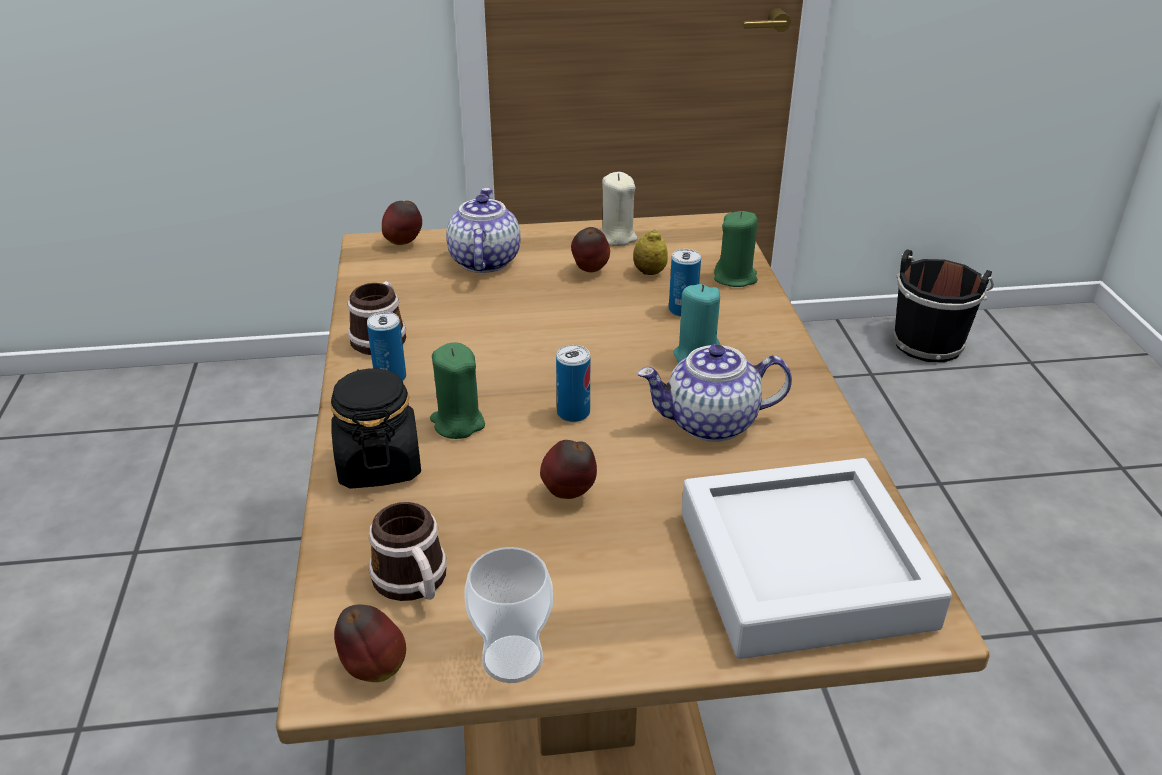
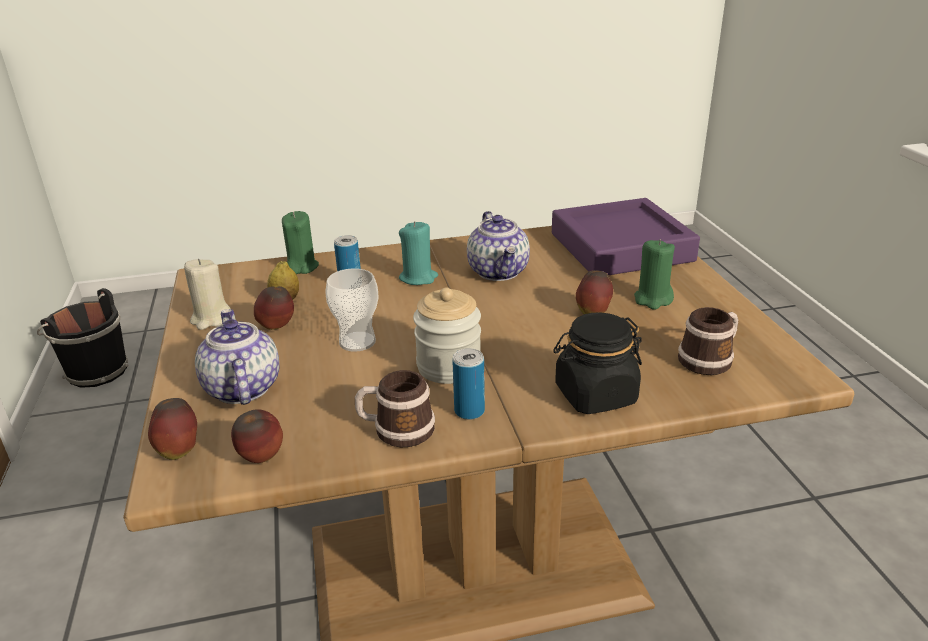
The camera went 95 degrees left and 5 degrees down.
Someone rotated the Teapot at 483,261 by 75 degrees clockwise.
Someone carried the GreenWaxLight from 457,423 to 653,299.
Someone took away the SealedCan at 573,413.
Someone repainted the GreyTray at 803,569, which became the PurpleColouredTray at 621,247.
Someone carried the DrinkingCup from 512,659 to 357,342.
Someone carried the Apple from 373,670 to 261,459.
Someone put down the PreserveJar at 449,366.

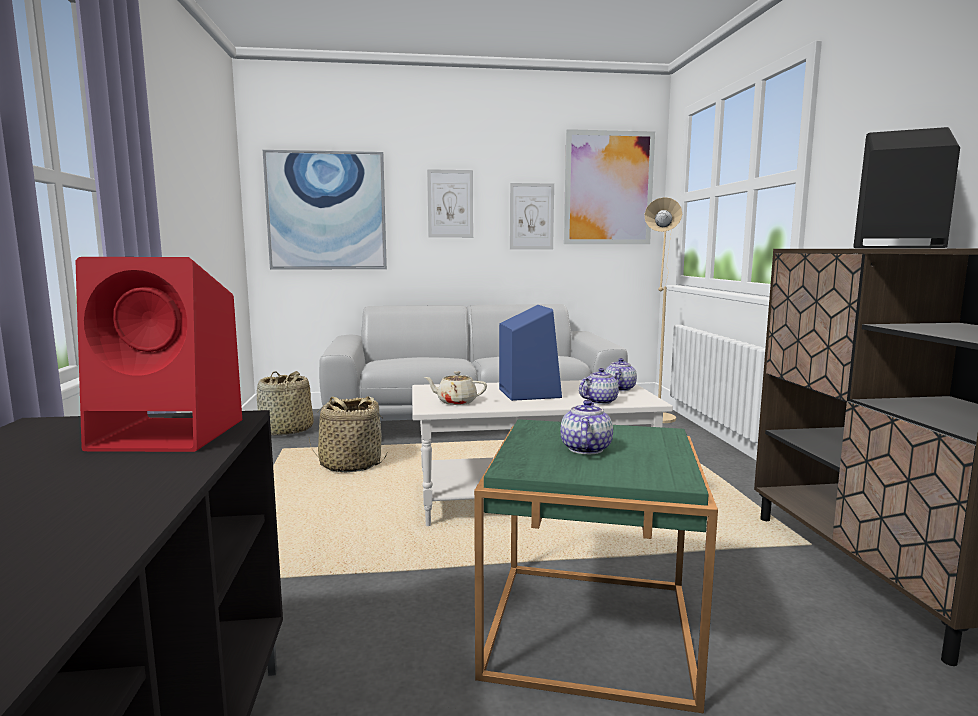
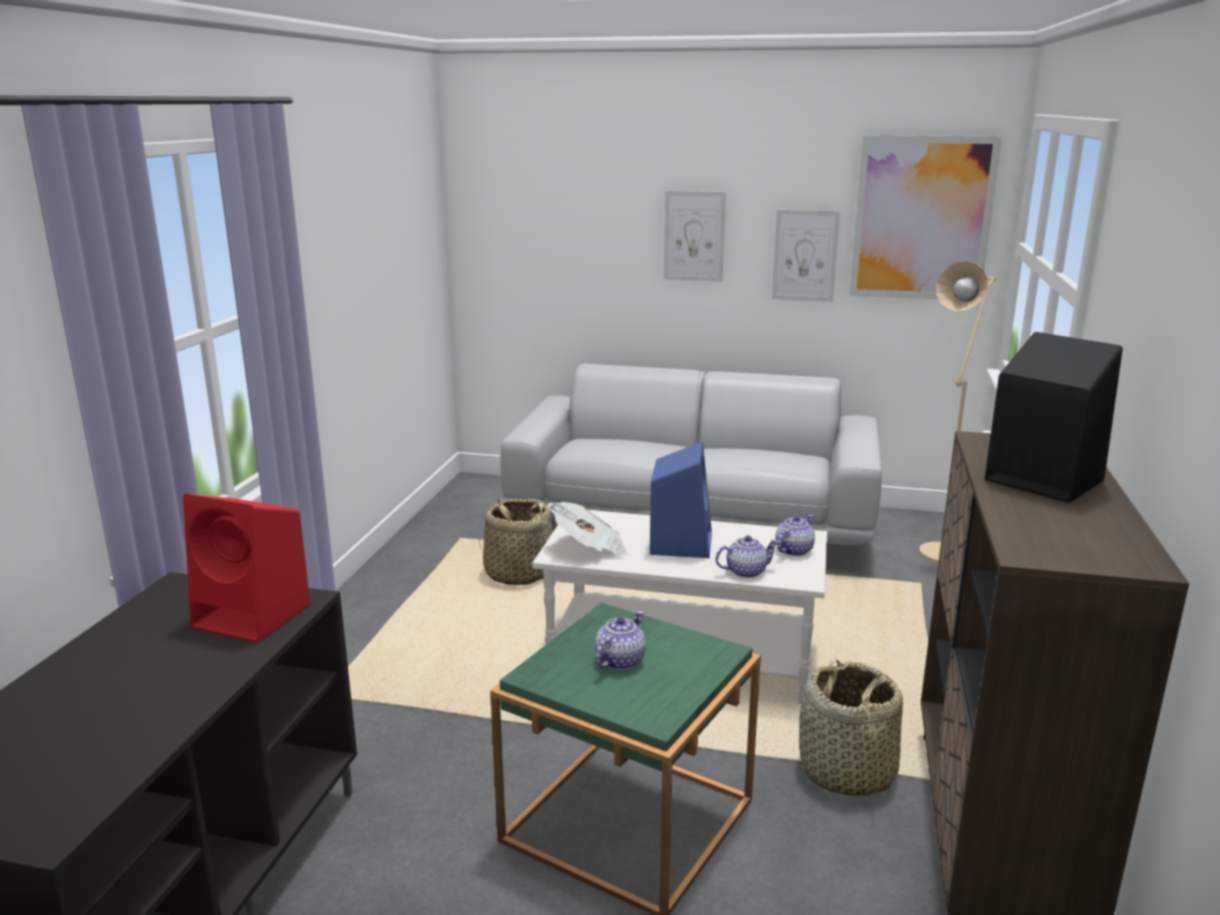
The camera went 20 degrees right and 10 degrees up.
Someone took away the WallPicture at 326,211.
Someone carried the HouseholdBasket from 286,431 to 846,772.
Someone swapped the BeigeColouredTeapot at 456,402 for the Newspaper at 589,548.

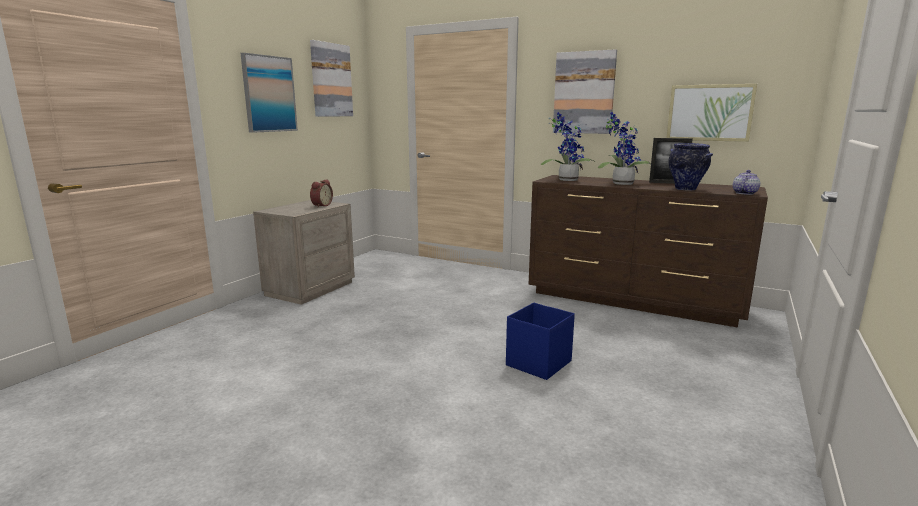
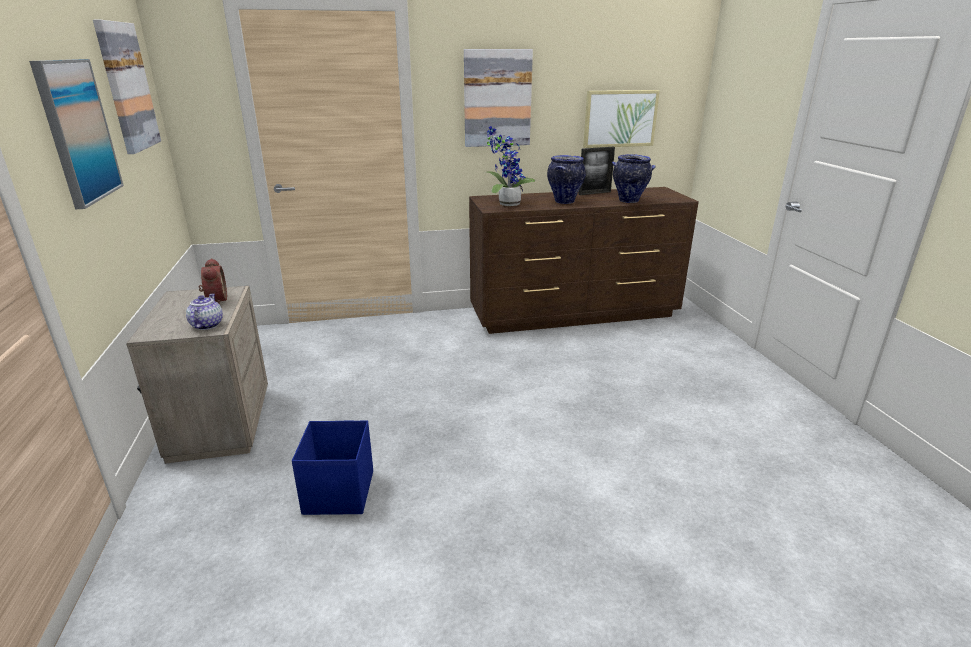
The camera went 40 degrees left and 10 degrees up.
Someone swapped the PottedPlant at 620,183 for the DecorativeVase at 564,201.
Someone carried the Teapot from 744,193 to 207,325.
Someone carried the BlueStorageContainer from 537,363 to 338,493.

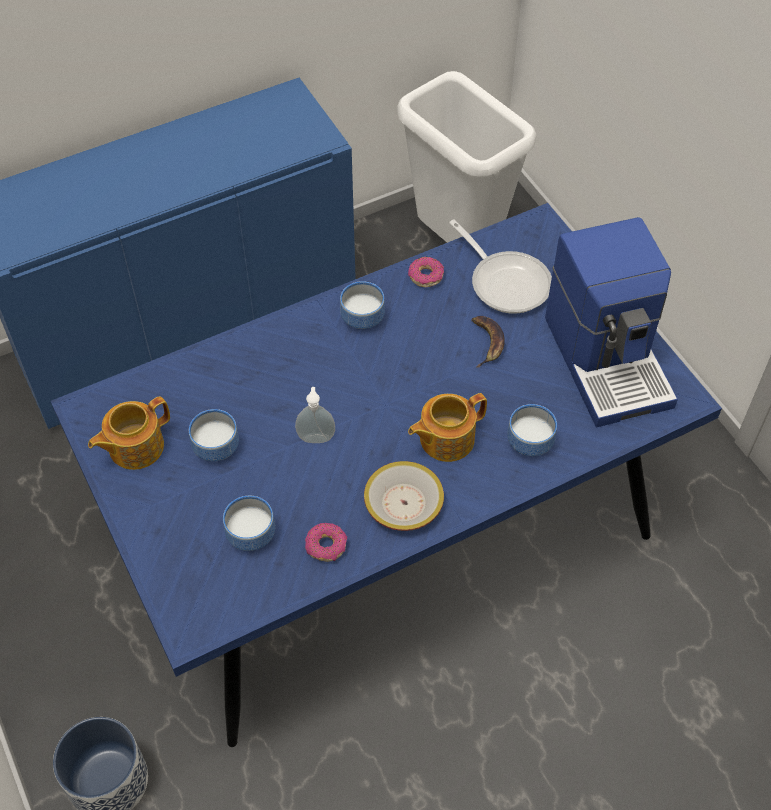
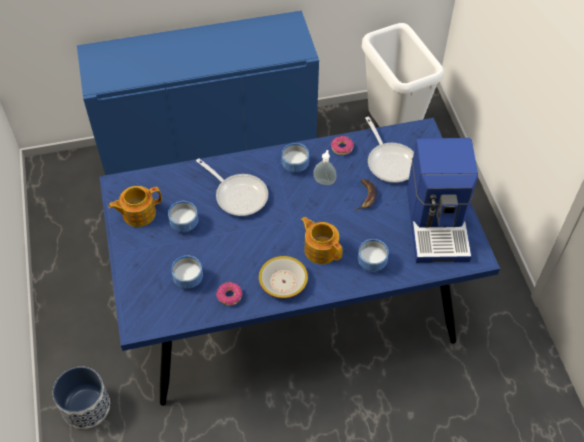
The camera went 15 degrees right and 0 degrees up.
Someone carried the LiquidSoapBottle from 316,437 to 324,181.
Someone rotated the Teapot at 445,439 by 60 degrees clockwise.
Someone put down the Skillet at 238,194.

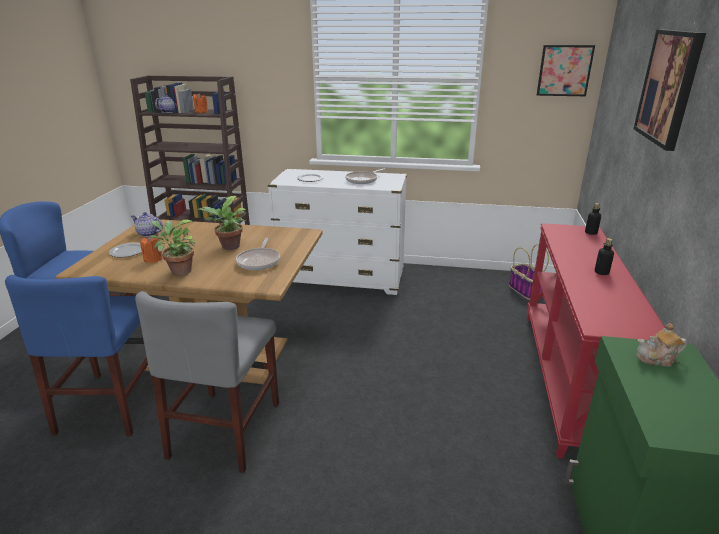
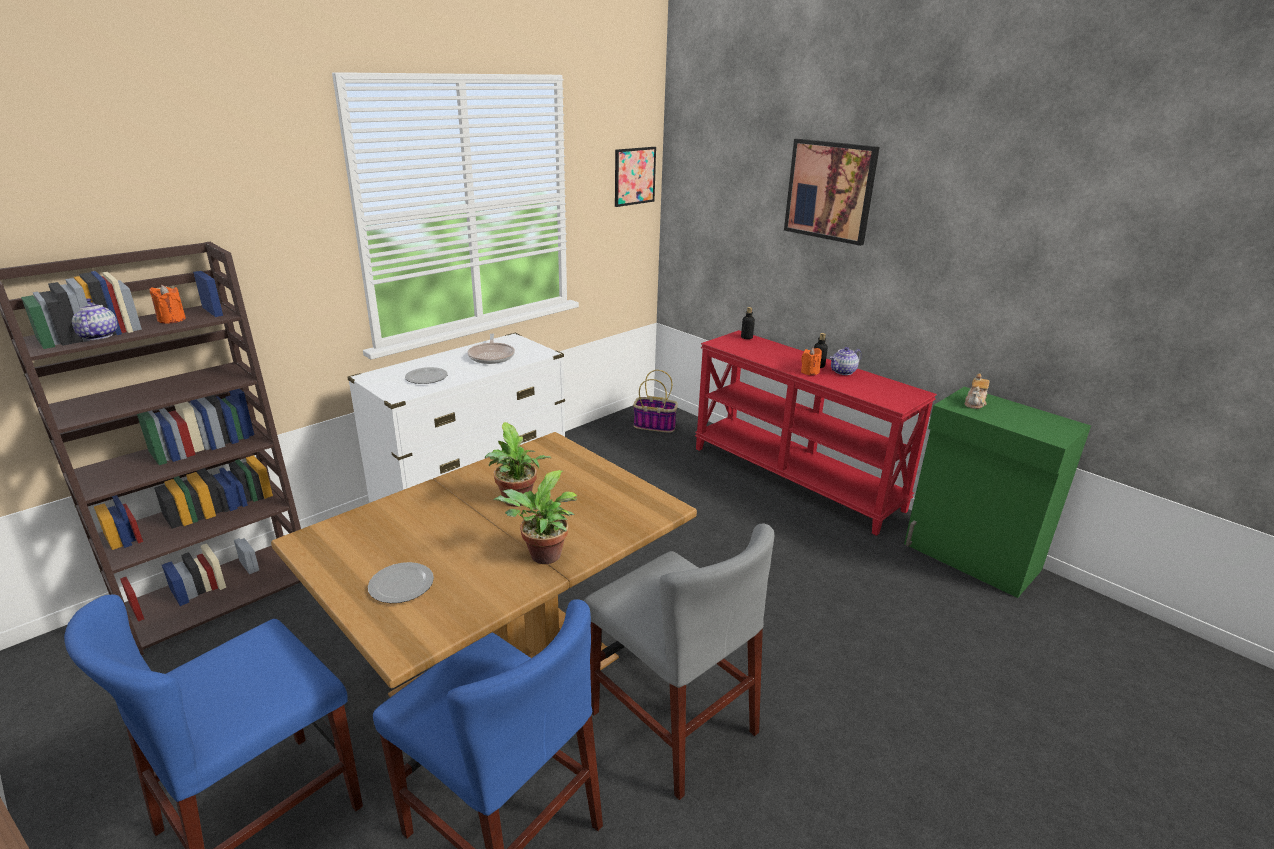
The camera went 55 degrees left and 0 degrees up.
Someone carried the Teapot from 148,234 to 843,372.
Someone carried the OrangeColouredWaxLight from 153,259 to 809,372.
Someone took away the Skillet at 259,261.

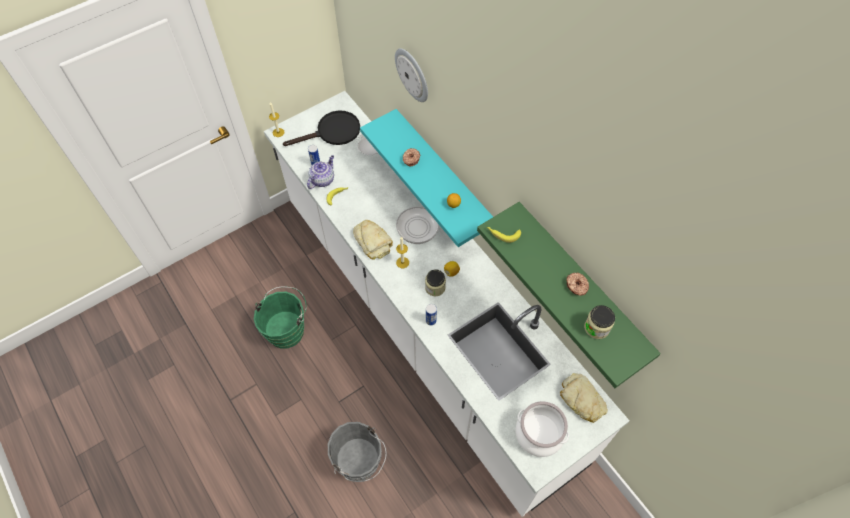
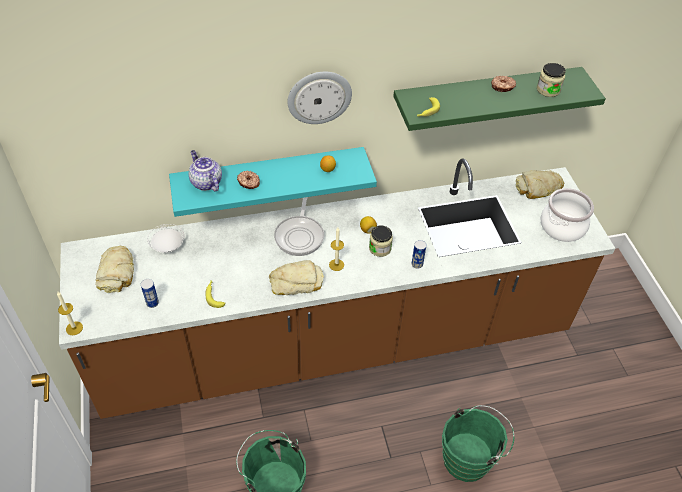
The camera went 70 degrees left and 10 degrees down.
Someone carried the ClockOnTheWall from 413,74 to 319,97.
Someone repainted the WhiteColouredKitchenBaseUnit at 425,326, which became the BrownKitchenBaseUnit at 336,343.
Someone swapped the BlackSkillet at 332,132 for the Bread at 117,273.
Someone carried the Teapot from 322,179 to 206,182.
Someone repainted the GreyBucket at 360,464, which became the GreenBucket at 470,458.

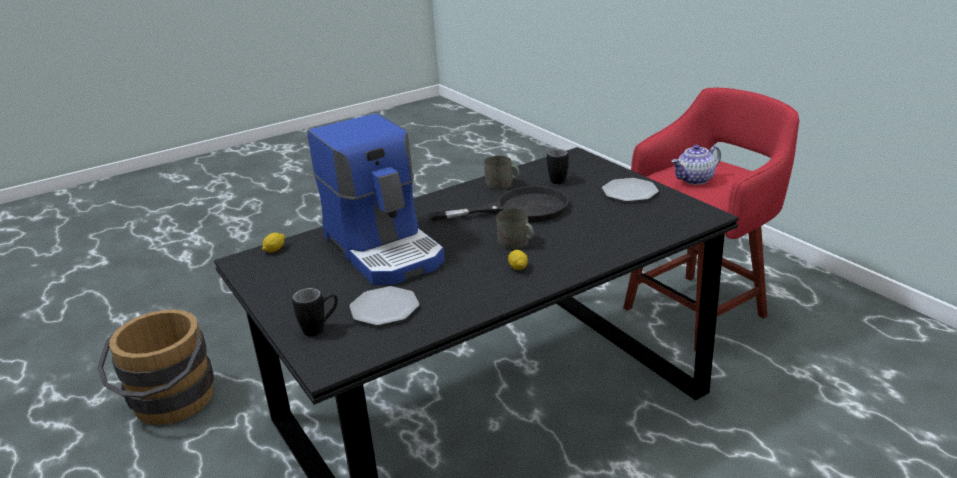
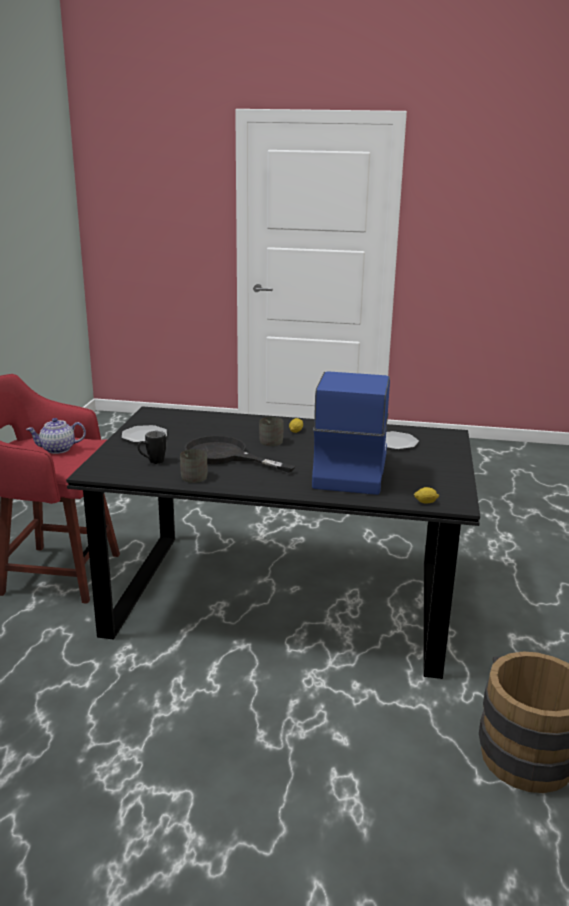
The camera went 140 degrees left and 5 degrees down.
Someone rotated the Teapot at 695,180 by 150 degrees clockwise.
Someone took away the BlackMug at 320,328.

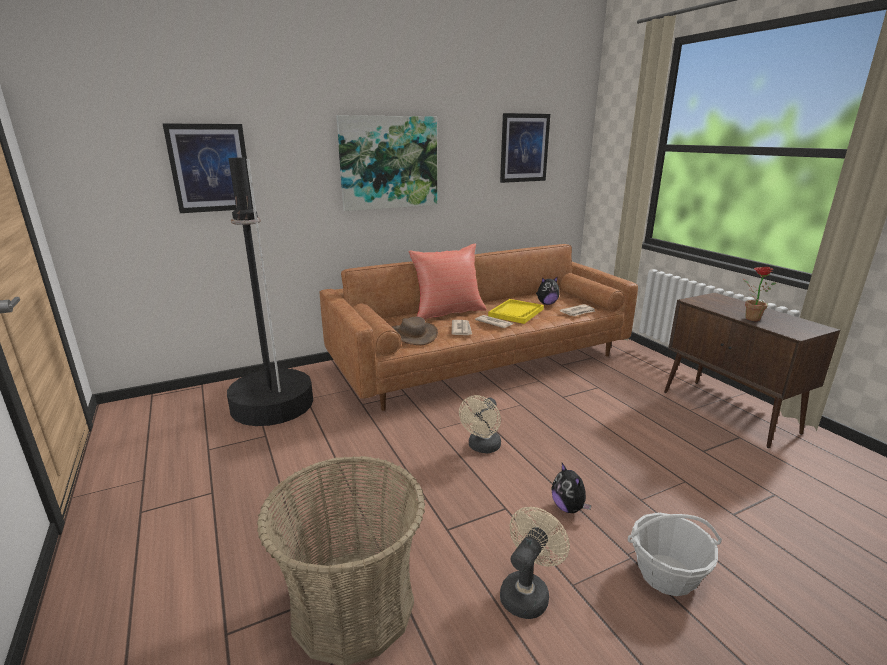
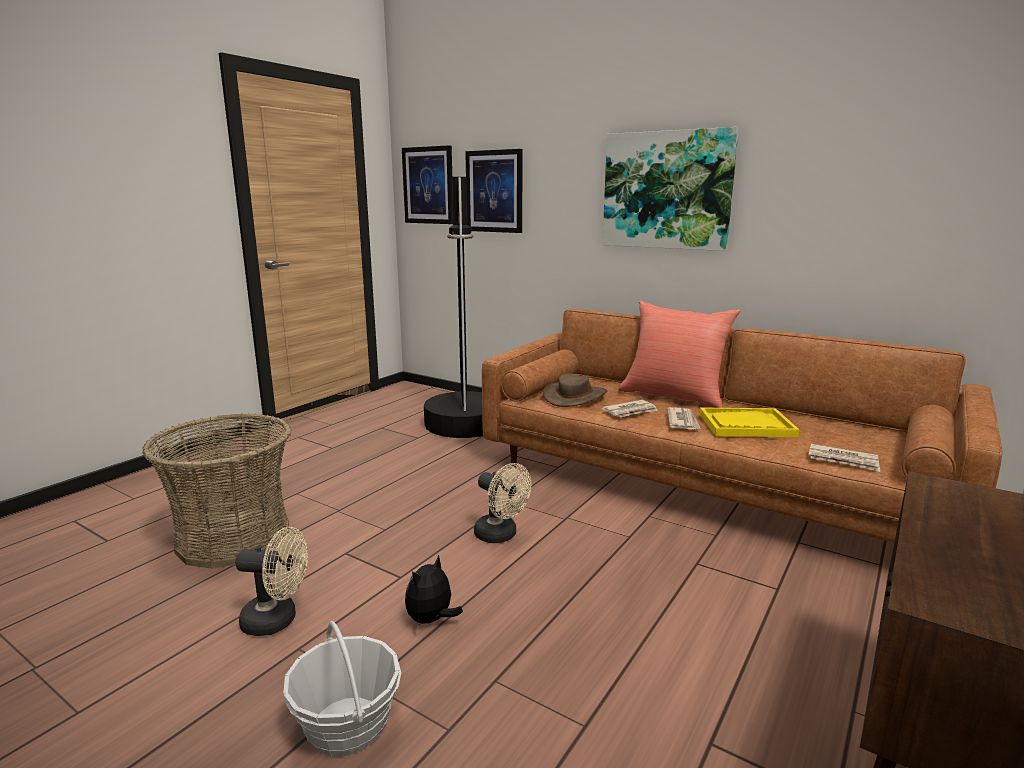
The camera went 60 degrees right and 5 degrees down.
Someone carried the WallPicture from 524,148 to 428,185.
Someone took away the PottedPlant at 749,318.
Someone took away the CuddlyToy at 546,303.
Someone rotated the BeigeColouredFan at 482,447 by 135 degrees counterclockwise.

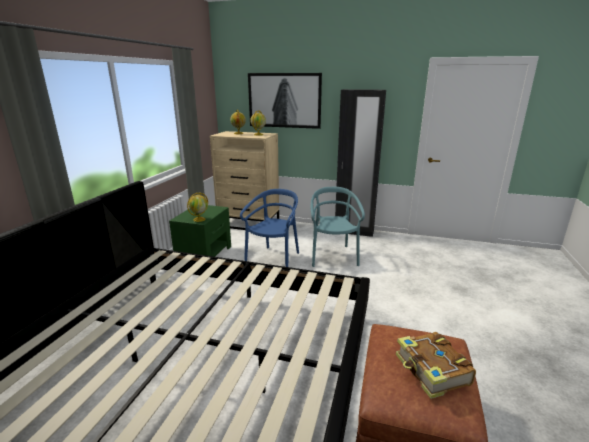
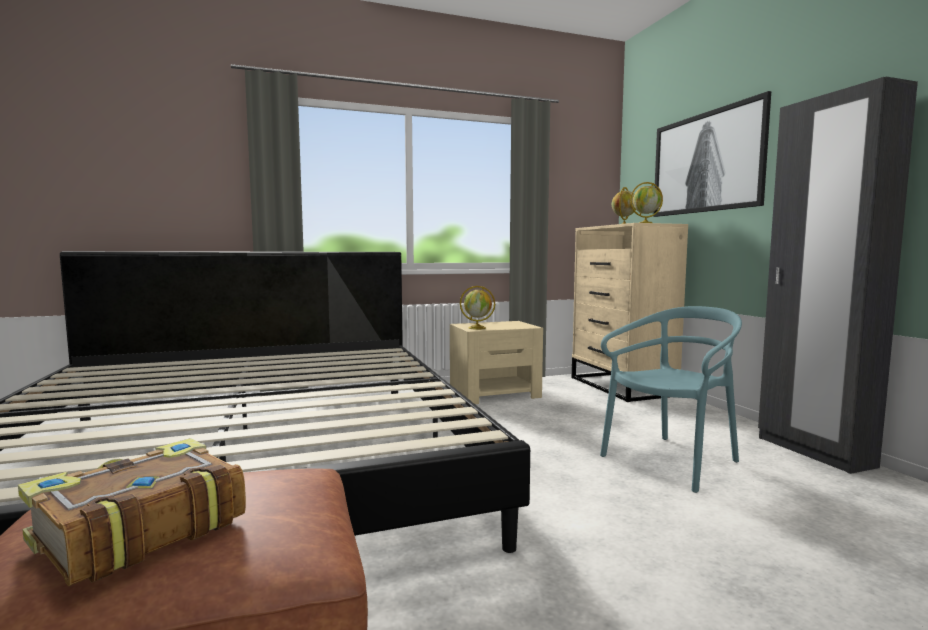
The camera went 55 degrees right and 15 degrees down.
Someone took away the BluePlainChair at 274,259.
Someone repainted the GreenNightstand at 204,254, which became the BeigeColouredNightstand at 495,393.

